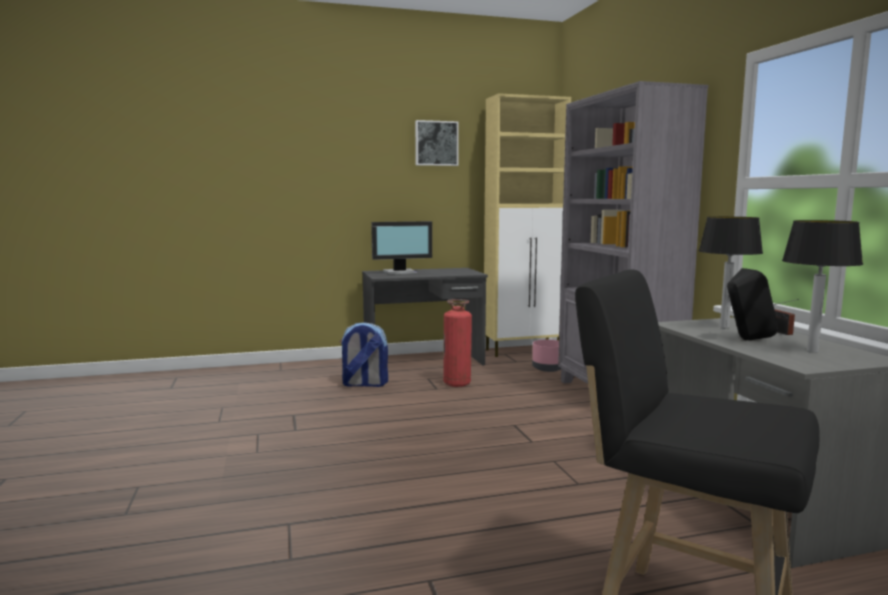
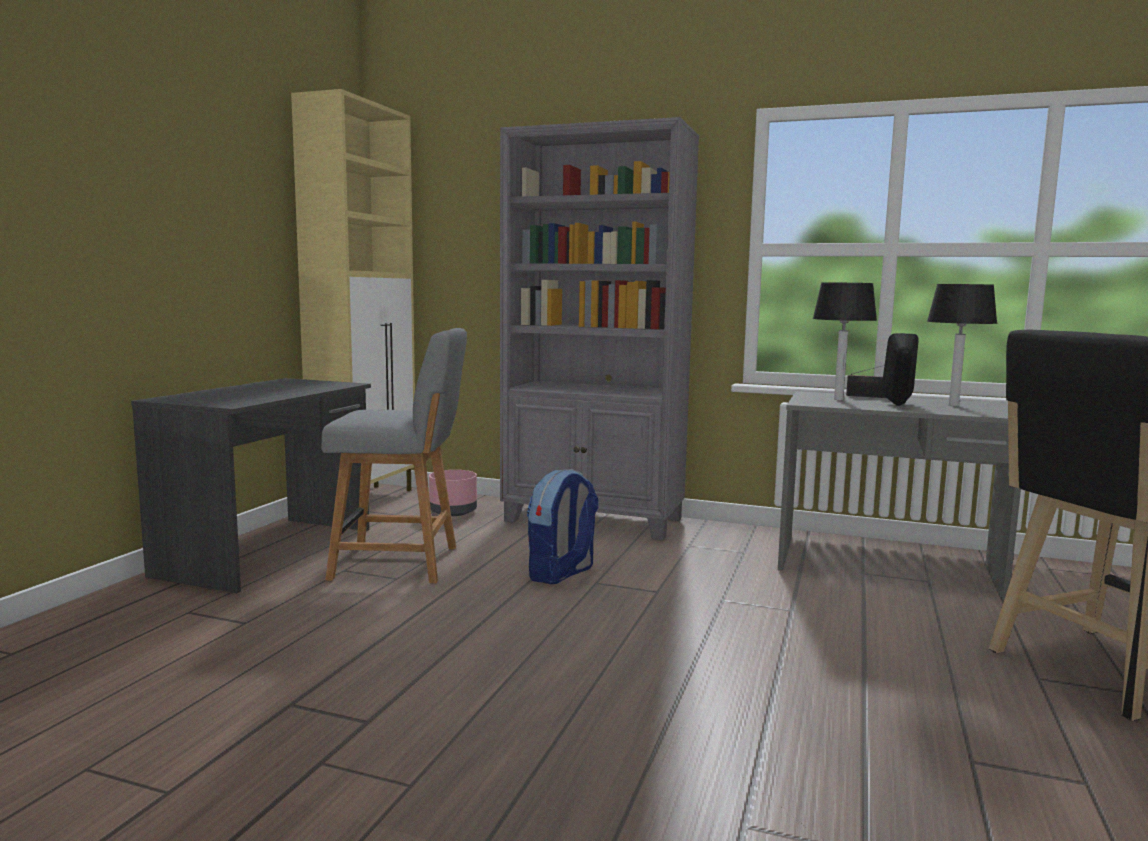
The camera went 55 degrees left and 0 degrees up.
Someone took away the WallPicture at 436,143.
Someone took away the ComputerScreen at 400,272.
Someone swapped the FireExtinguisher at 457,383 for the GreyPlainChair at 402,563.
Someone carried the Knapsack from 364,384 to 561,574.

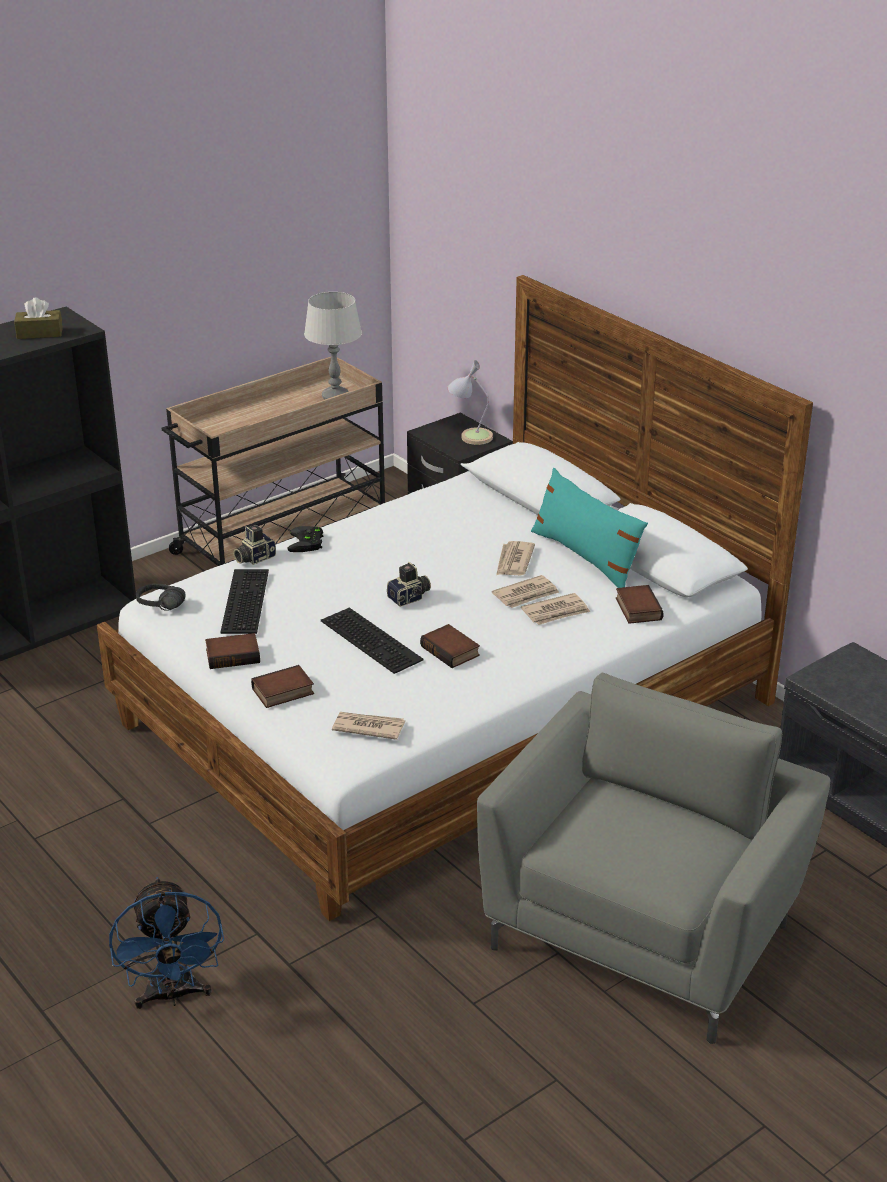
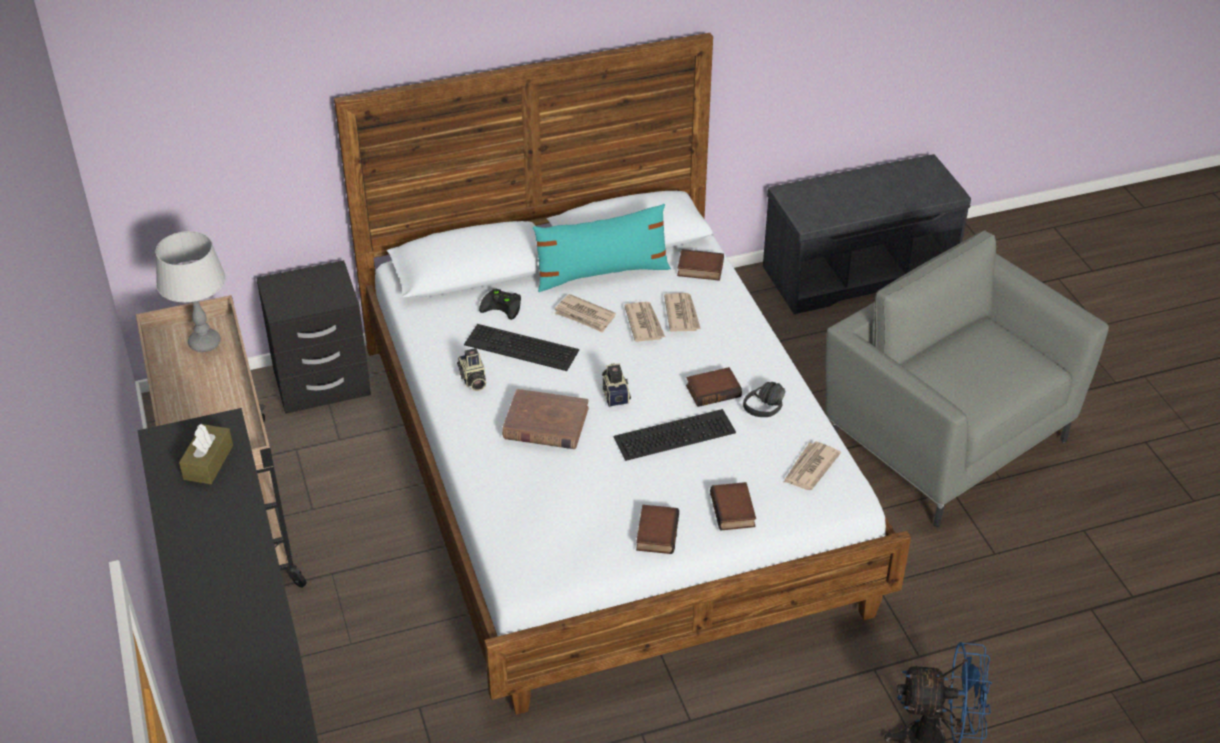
The camera went 70 degrees left and 10 degrees up.
Someone took away the TabletopLamp at 470,436.
Someone carried the StillCamera from 254,558 to 472,380.
Someone carried the BlackGameController from 307,543 to 503,306.
Someone carried the Keyboard from 243,600 to 519,348.
Someone carried the BlackPairOfHeadphones from 158,608 to 771,410.
Someone put down the BrownBoundBook at 545,423.

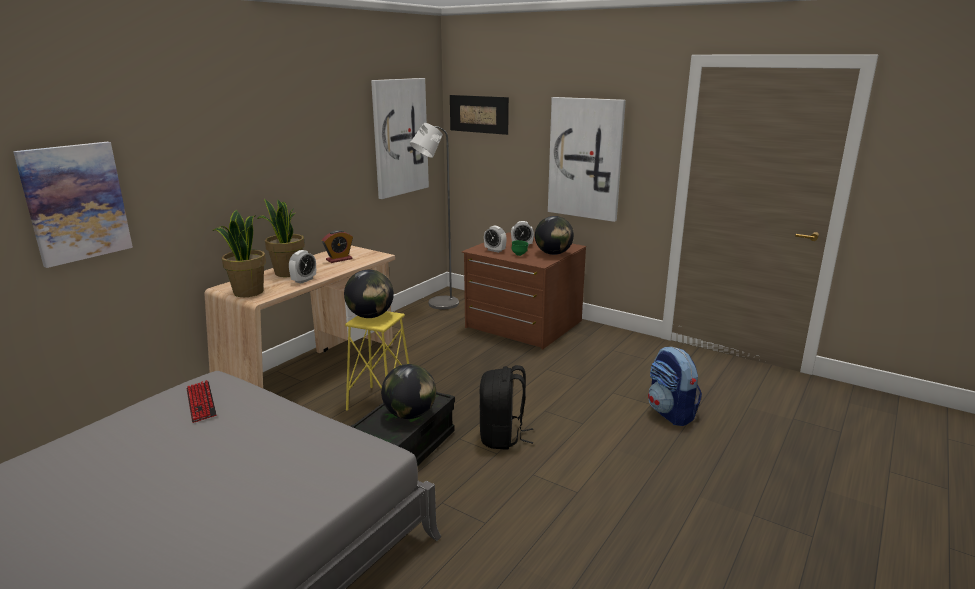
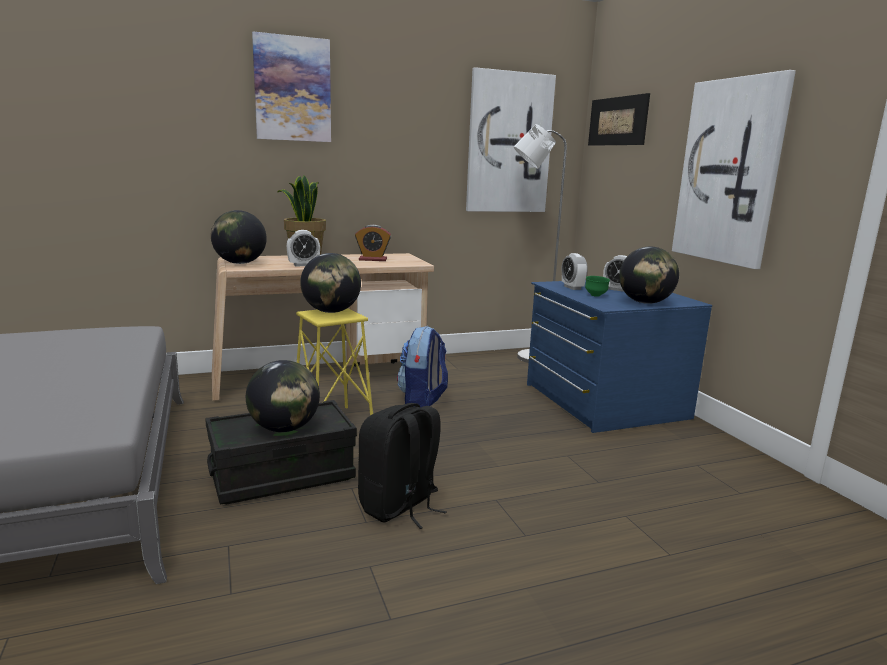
The camera went 35 degrees right and 5 degrees down.
Someone carried the WallPicture from 76,202 to 292,89.
Someone swapped the PottedPlant at 248,292 for the WorldGlobe at 240,263.
Someone repainted the BrownDresser at 523,325, which became the BlueDresser at 603,401.
Someone carried the Knapsack from 671,413 to 422,400.
Someone took away the Keyboard at 201,402.

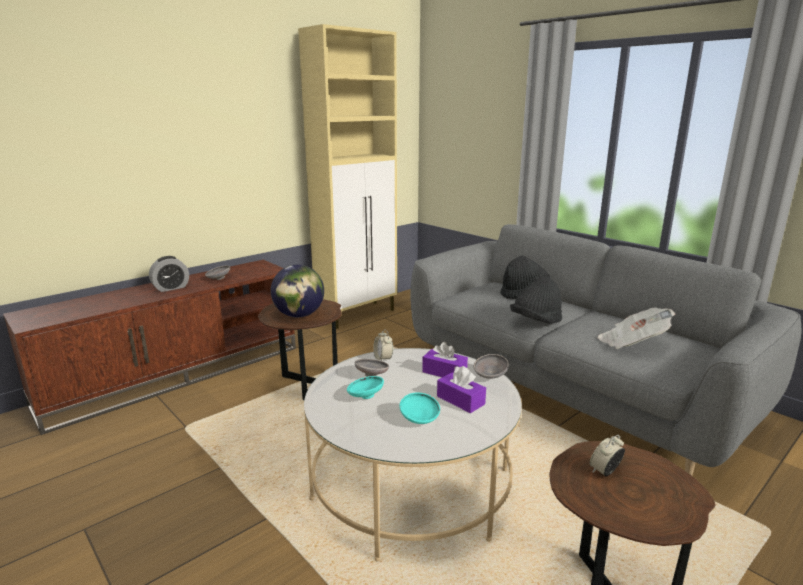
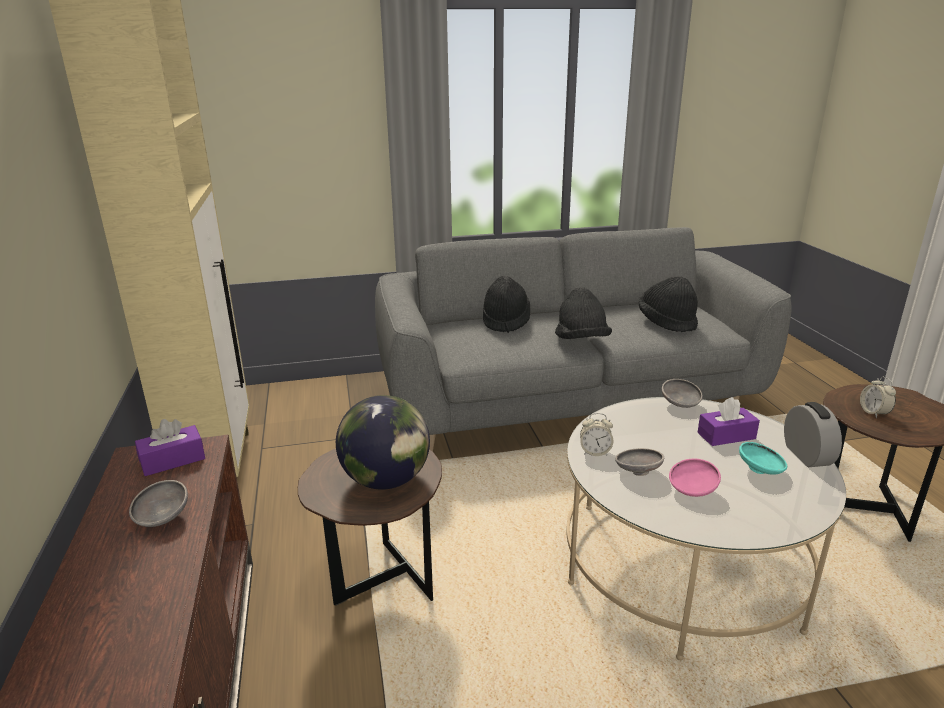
The camera went 60 degrees left and 5 degrees up.
Someone carried the TableClock from 171,288 to 806,455.
Someone swapped the Newspaper at 632,343 for the BlackWearableHat at 667,322.
Someone carried the PurpleColouredTissueBox from 444,372 to 172,460.
Someone repainted the BlueGreenDeepDish at 365,396, which became the PinkDeepDish at 691,491.

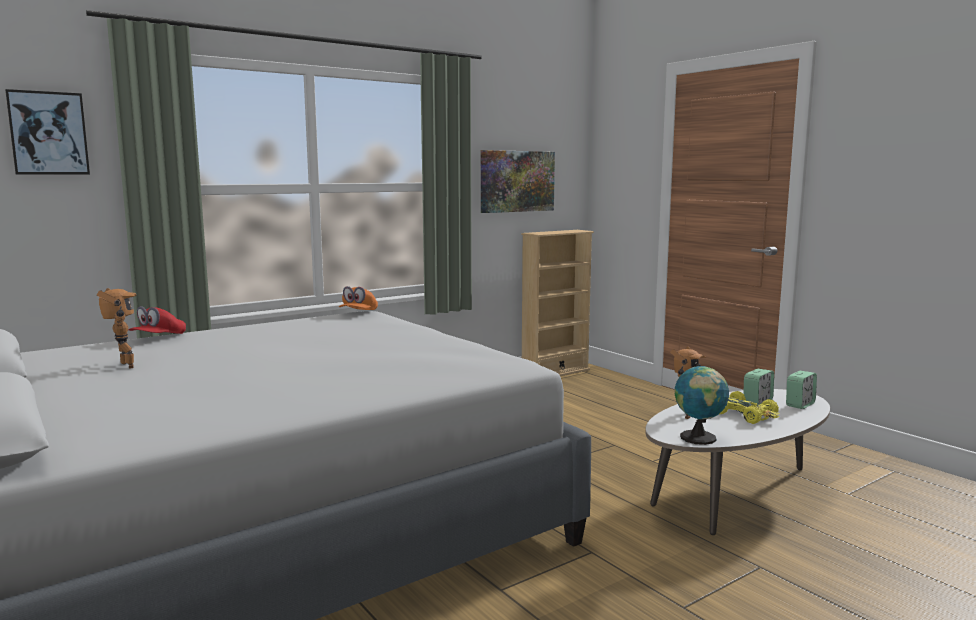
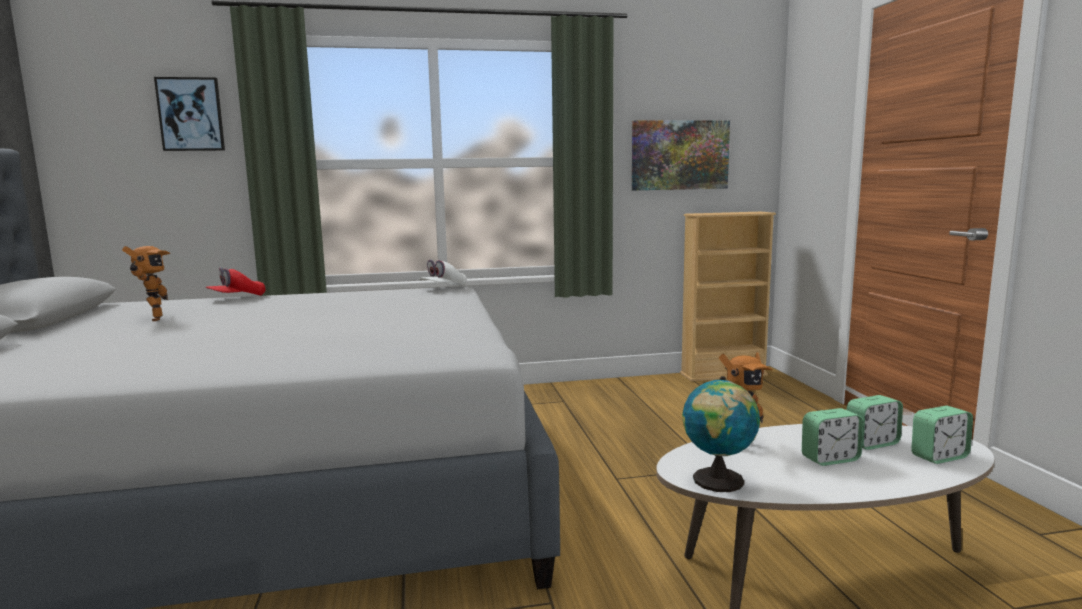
The camera went 25 degrees right and 0 degrees up.
Someone repainted the OrangeColouredBaseballCap at 358,313, which became the WhiteColouredBaseballCap at 443,288.
Someone swapped the YellowColouredModelCar at 745,415 for the TableClock at 830,459.

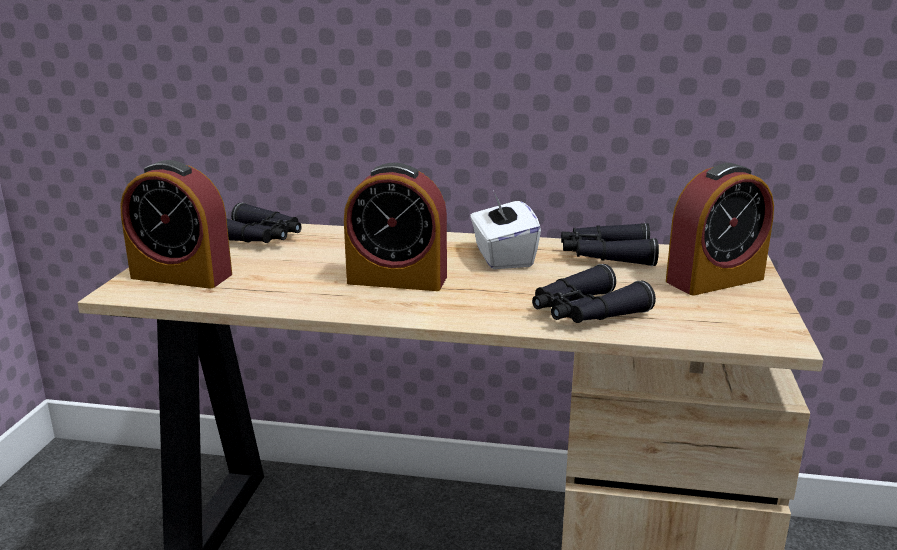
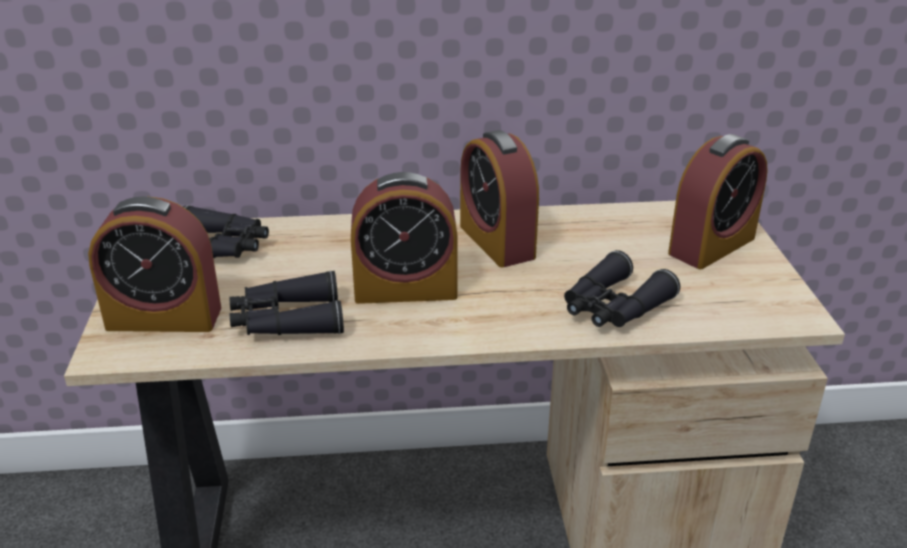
The camera went 15 degrees left and 10 degrees up.
Someone swapped the WhiteColouredTissueBox at 502,257 for the TableClock at 496,241.
Someone carried the BlackPairOfBinoculars from 606,256 to 286,320.

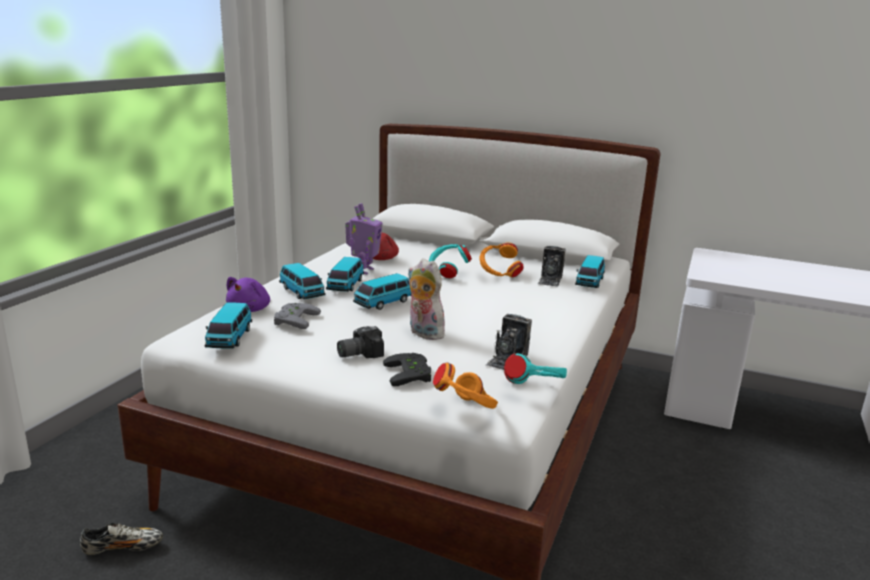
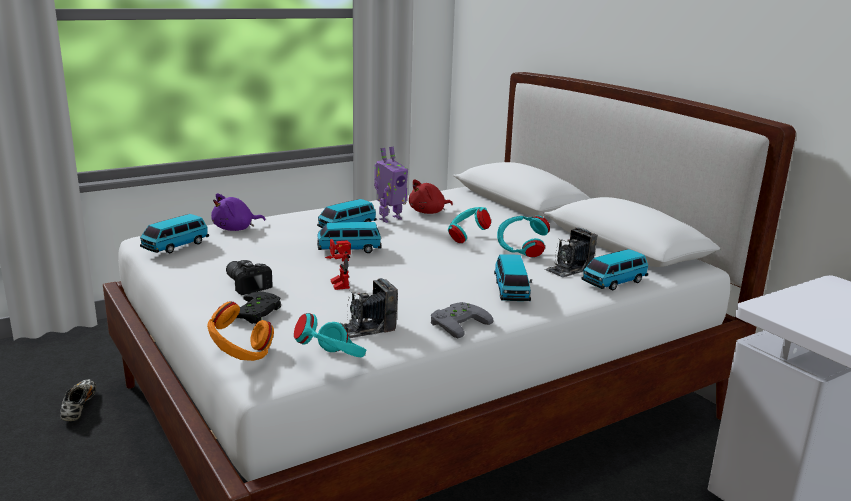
The camera went 35 degrees right and 0 degrees up.
Someone repainted the OrangeColouredPairOfHeadphones at 499,274, which became the BlueGreenPairOfHeadphones at 521,251.
Someone swapped the CuddlyToy at 423,333 for the ModelRobot at 336,284.
Someone carried the ModelCar from 302,292 to 511,291.
Someone carried the GreyGameController from 293,319 to 457,322.
Someone rotated the StillCamera at 358,353 by 45 degrees clockwise.
Someone rotated the LowShoe at 123,548 by 120 degrees counterclockwise.

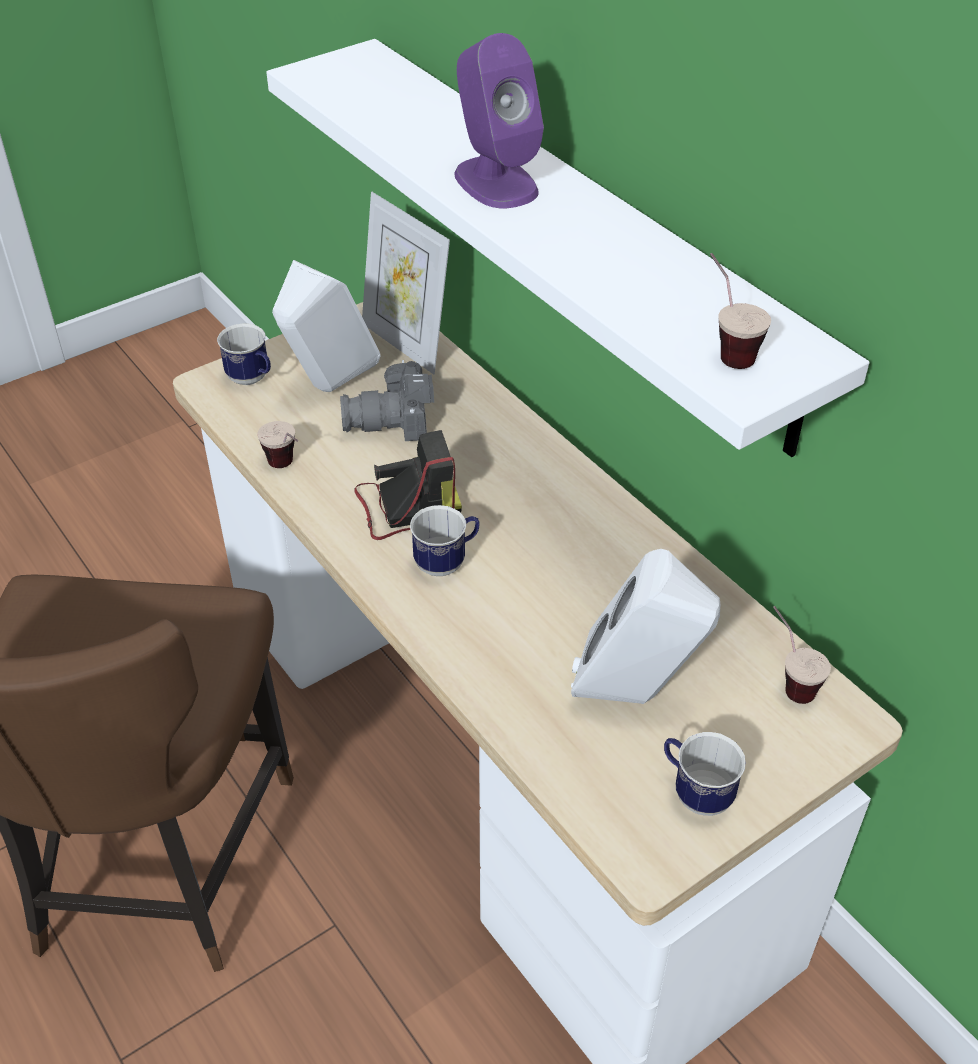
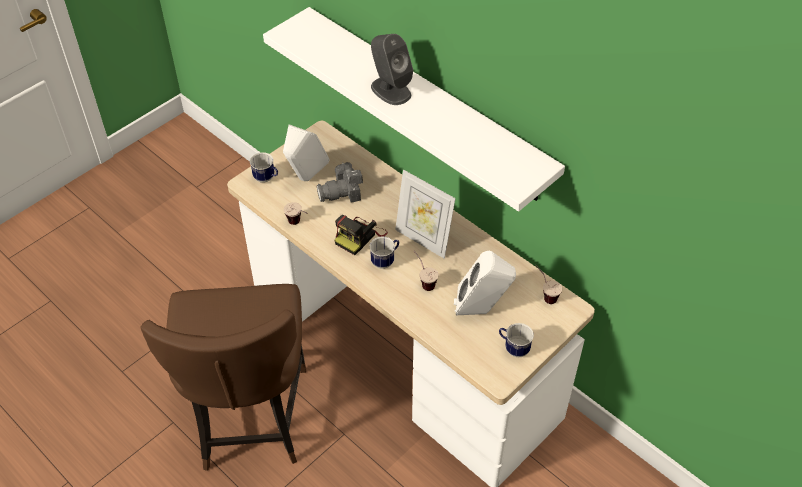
The camera went 10 degrees left and 5 degrees up.
Someone repainted the PurpleColouredAudioSpeaker at 495,182, which became the GreyAudioSpeaker at 390,90.
Someone carried the PhotoFrame from 406,343 to 423,240.
Someone carried the DrinkingCup from 725,348 to 423,281.
Someone rotated the StillCamera at 406,507 by 150 degrees clockwise.

